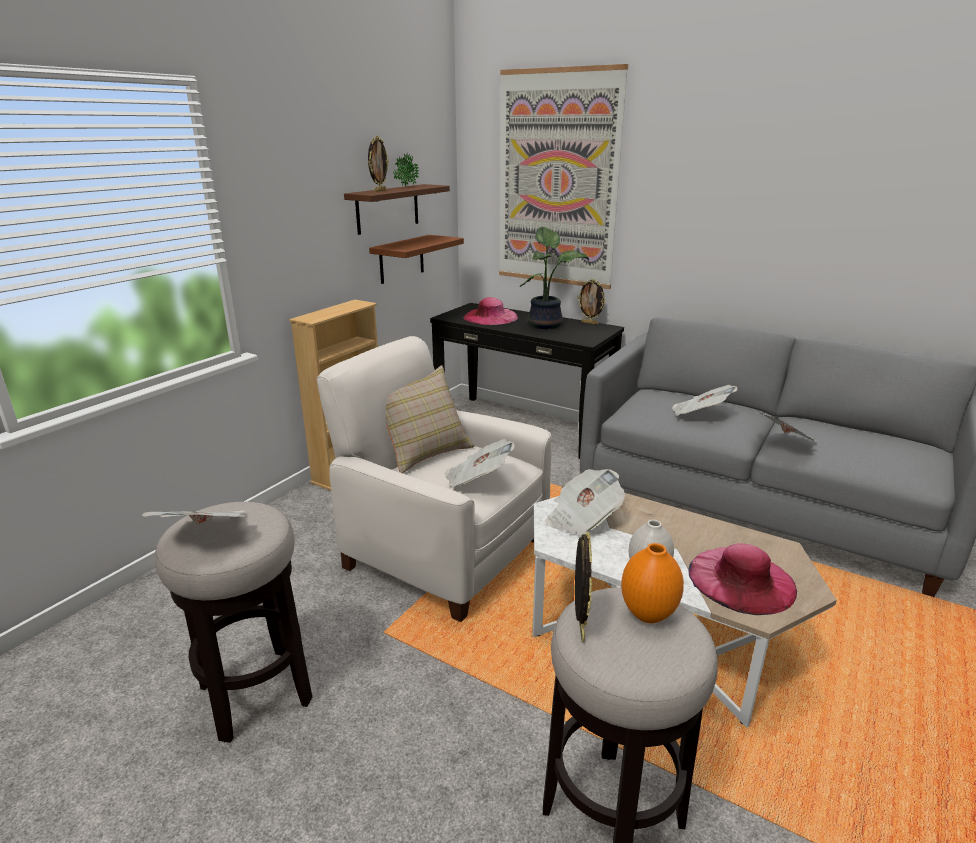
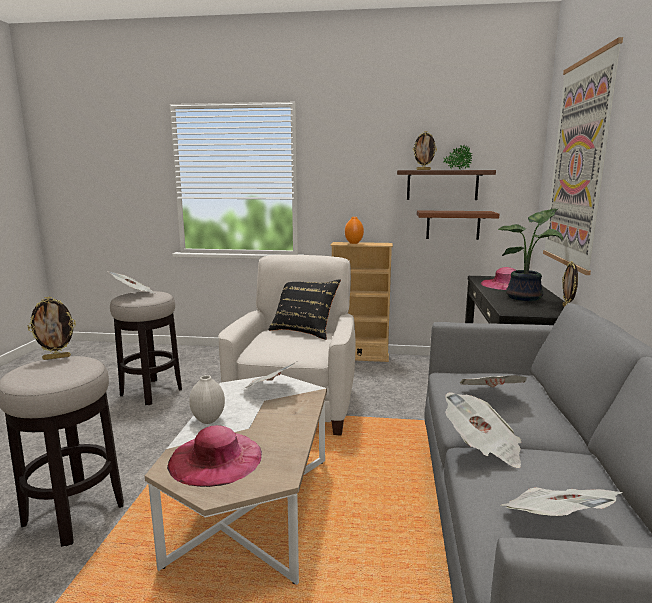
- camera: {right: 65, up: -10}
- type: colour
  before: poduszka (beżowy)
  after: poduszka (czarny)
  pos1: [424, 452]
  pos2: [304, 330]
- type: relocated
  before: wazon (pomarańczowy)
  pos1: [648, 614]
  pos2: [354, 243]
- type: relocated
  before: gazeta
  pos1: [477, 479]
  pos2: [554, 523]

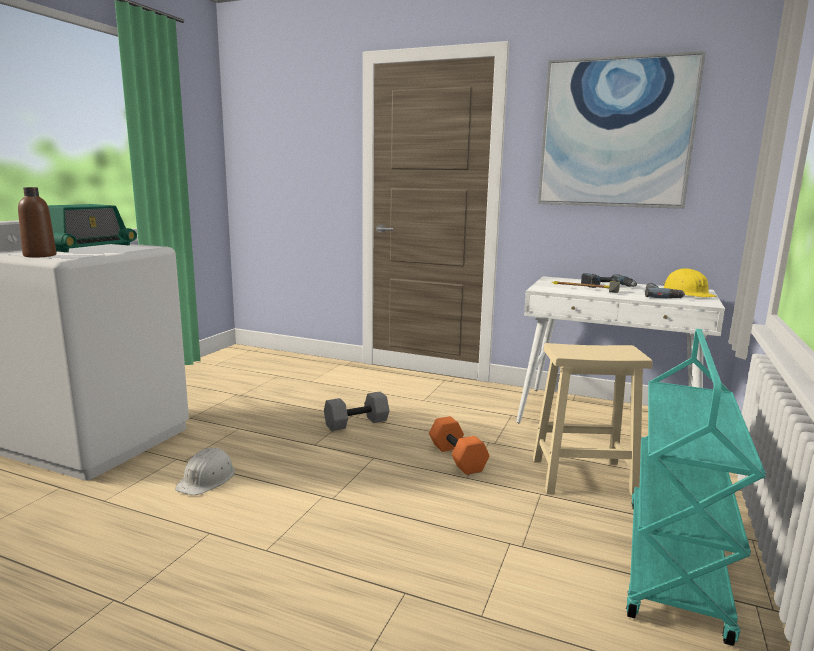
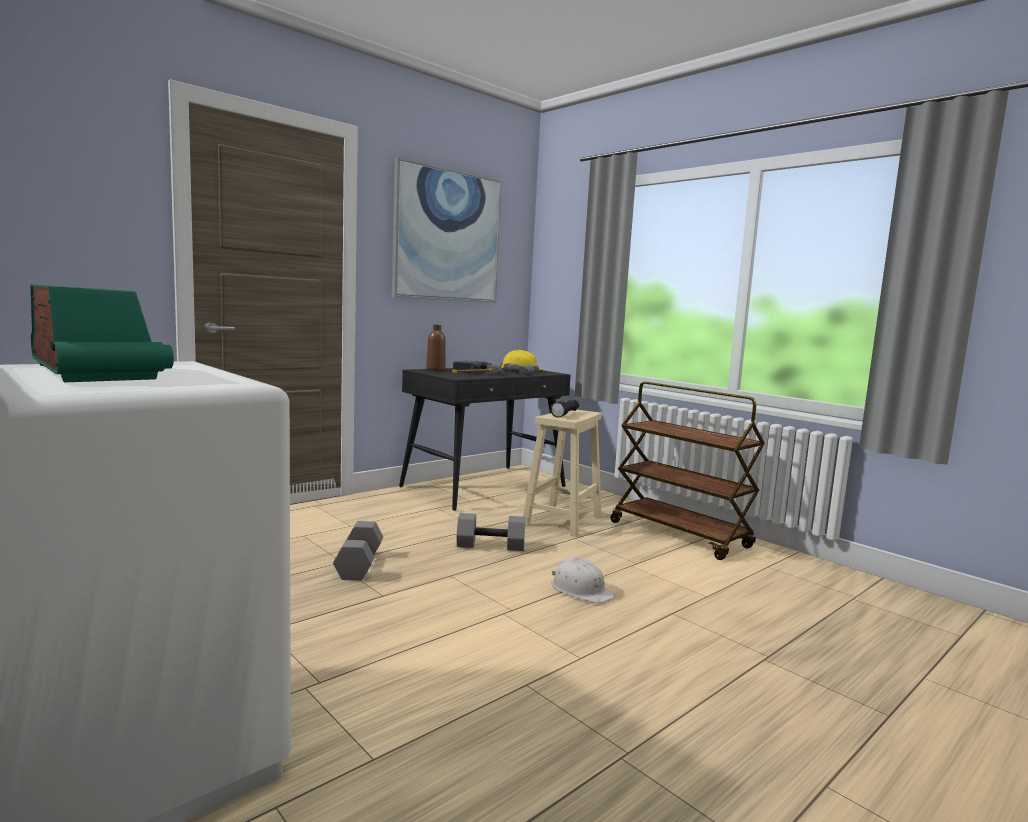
- camera: {right: -65, up: -5}
- type: colour
  before: biurko (biały)
  after: biurko (czarny)
  pos1: [608, 418]
  pos2: [484, 486]
- type: relocated
  before: butelka (brązowy)
  pos1: [40, 255]
  pos2: [435, 369]
- type: colour
  before: hantel (pomarańczowy)
  after: hantel (szary)
  pos1: [458, 458]
  pos2: [491, 545]
- type: appeared
  after: latarka (czarny)
  pos2: [566, 414]
- type: relocated
  before: kask (biały)
  pos1: [207, 479]
  pos2: [581, 590]
- type: colour
  before: wózek (turkusowy)
  after: wózek (brązowy)
  pos1: [675, 567]
  pos2: [680, 535]

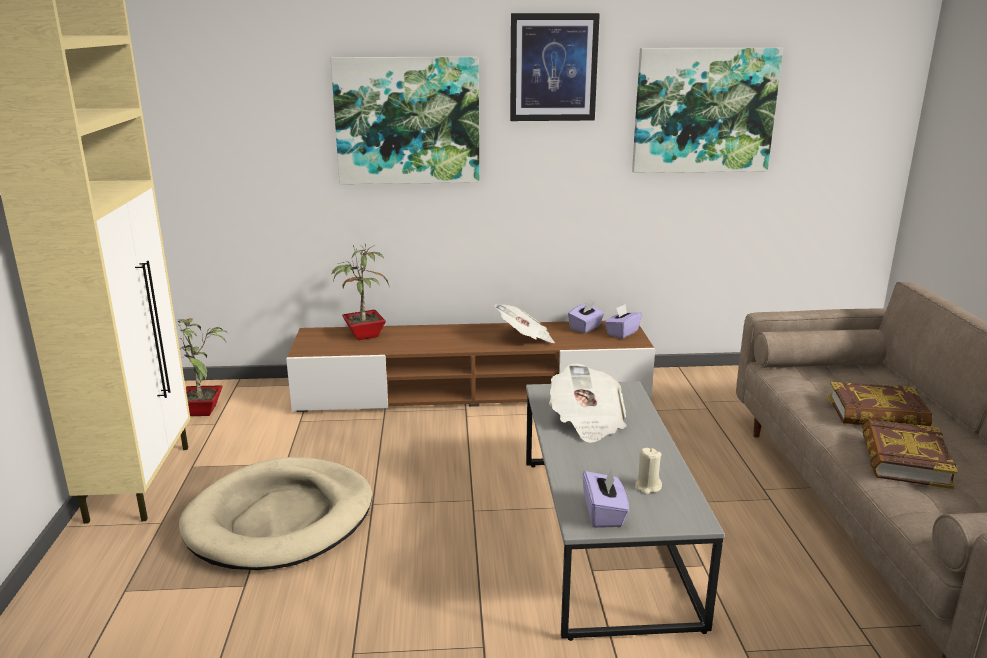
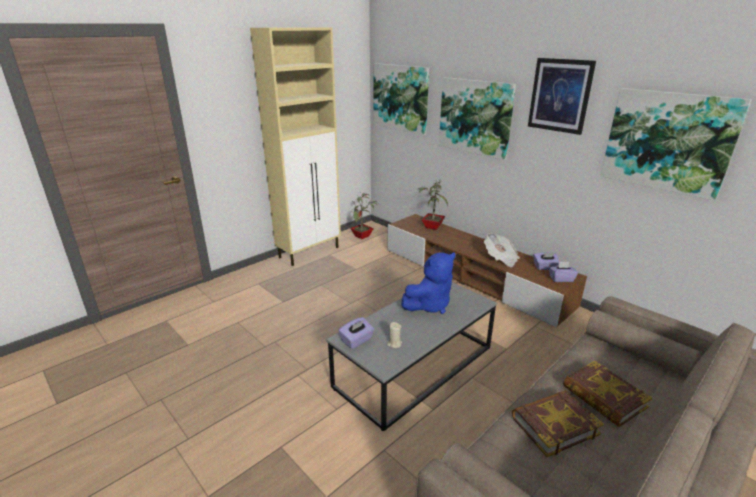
- camera: {right: 50, up: 5}
- type: appeared
  after: obraz
  pos2: [400, 98]
- type: exchanged
  before: gazeta
  after: pluszak (niebieski)
  pos1: [587, 422]
  pos2: [429, 305]
- type: missing
  before: legowisko (beżowy)
  pos1: [281, 519]

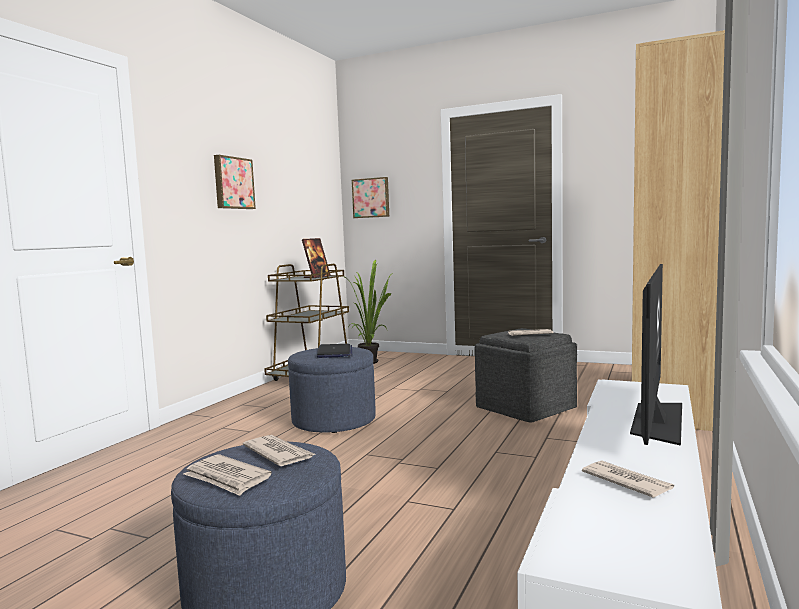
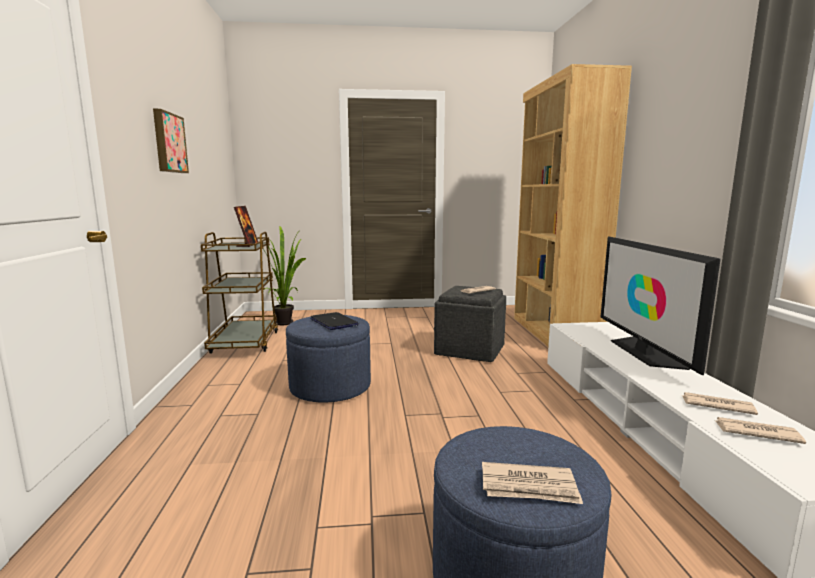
- camera: {right: -30, up: 5}
- type: relocated
  before: gazeta
  pos1: [278, 453]
  pos2: [755, 432]
- type: missing
  before: obraz
  pos1: [371, 198]

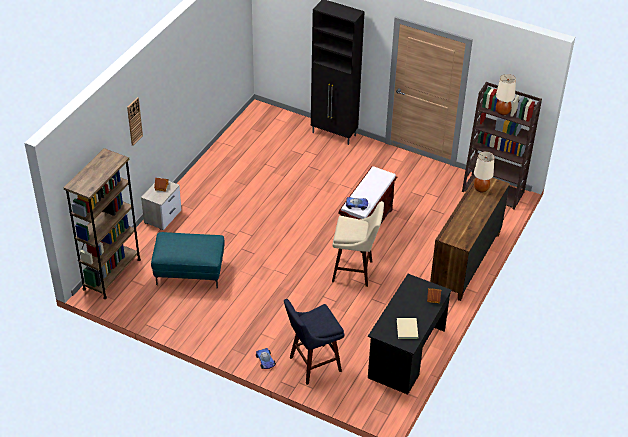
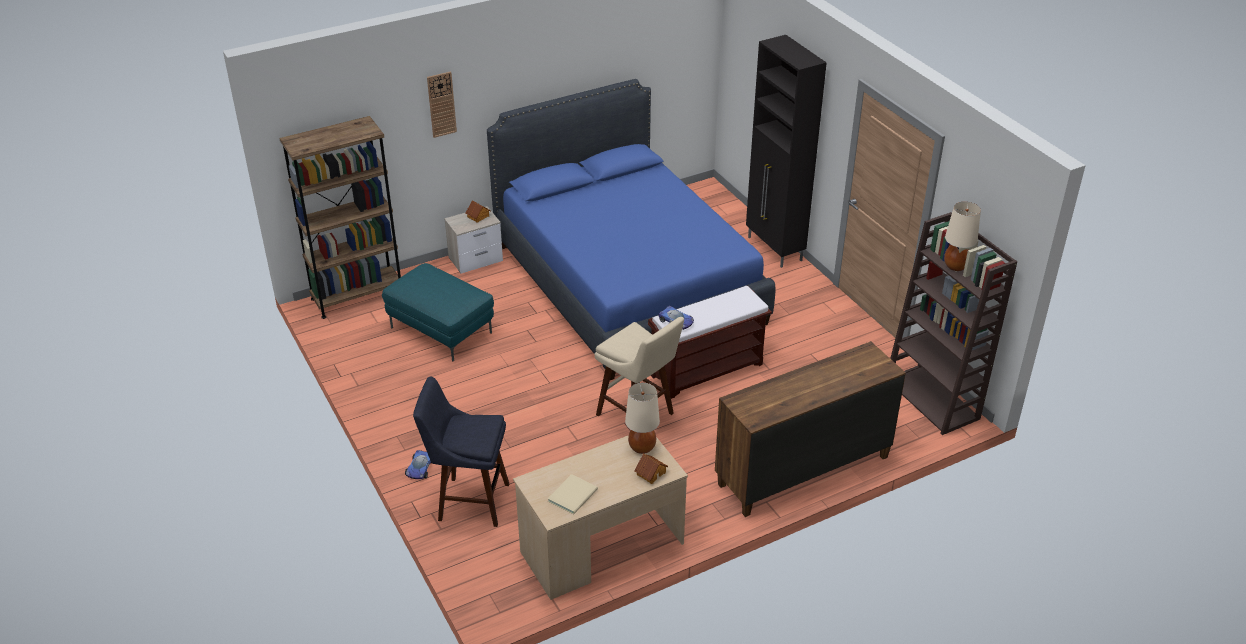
- camera: {right: 35, up: -5}
- type: appeared
  after: łóżko (niebieski)
  pos2: [628, 283]
- type: colour
  before: biurko (czarny)
  after: biurko (beżowy)
  pos1: [406, 354]
  pos2: [601, 548]
- type: relocated
  before: lampa stołowa (beżowy)
  pos1: [481, 189]
  pos2: [642, 447]

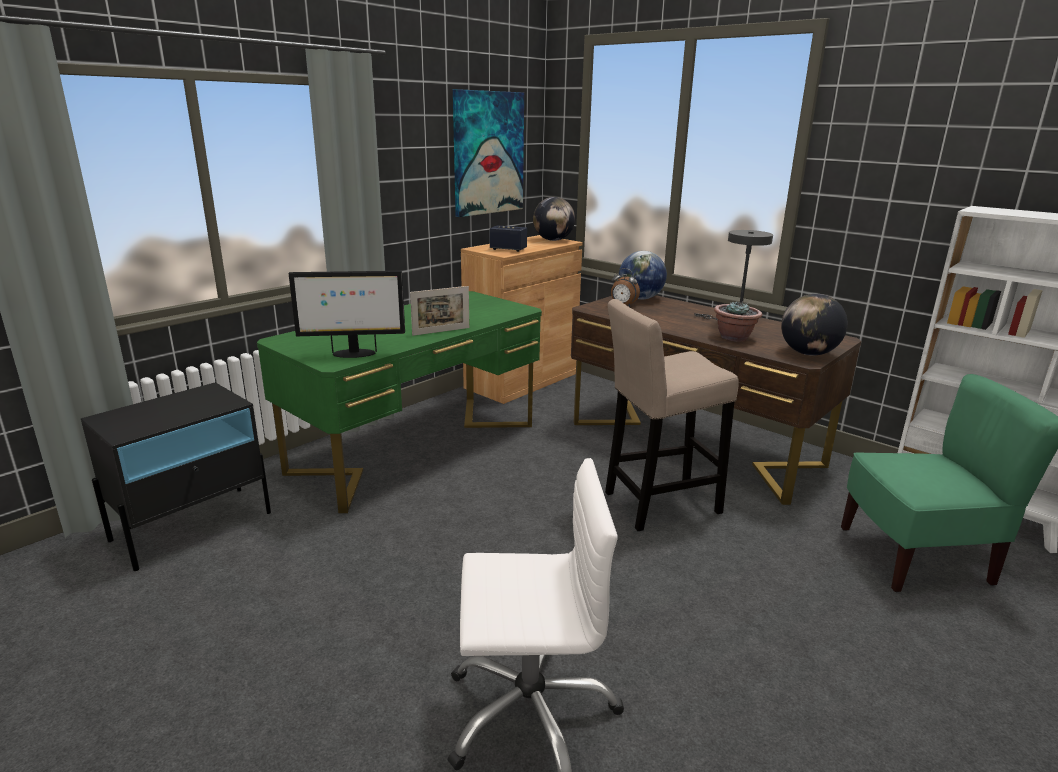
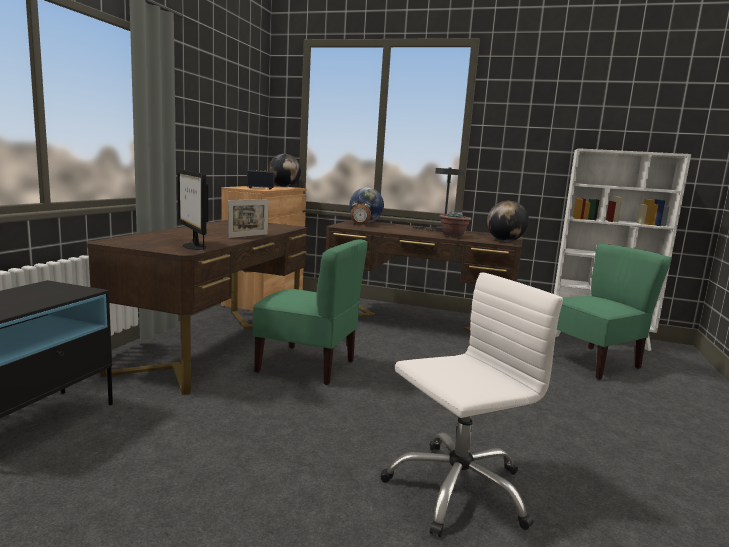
- camera: {right: -25, up: -10}
- type: colour
  before: biurko (zielony)
  after: biurko (brązowy)
  pos1: [417, 448]
  pos2: [215, 345]
- type: spun
  before: monitor
  pos1: [353, 354]
  pos2: [193, 246]
  turn: 90
- type: appeared
  after: krzesło (zielony)
  pos2: [307, 366]
- type: missing
  before: obraz
  pos1: [488, 153]
- type: missing
  before: stołek (beżowy)
  pos1: [656, 504]

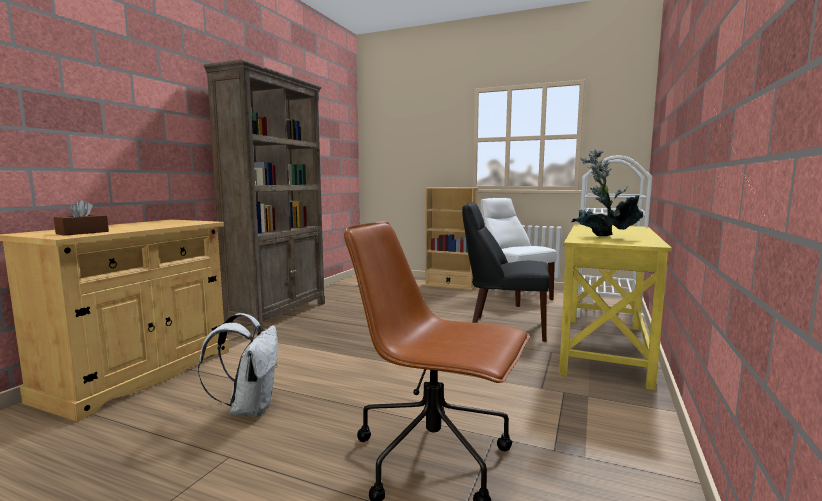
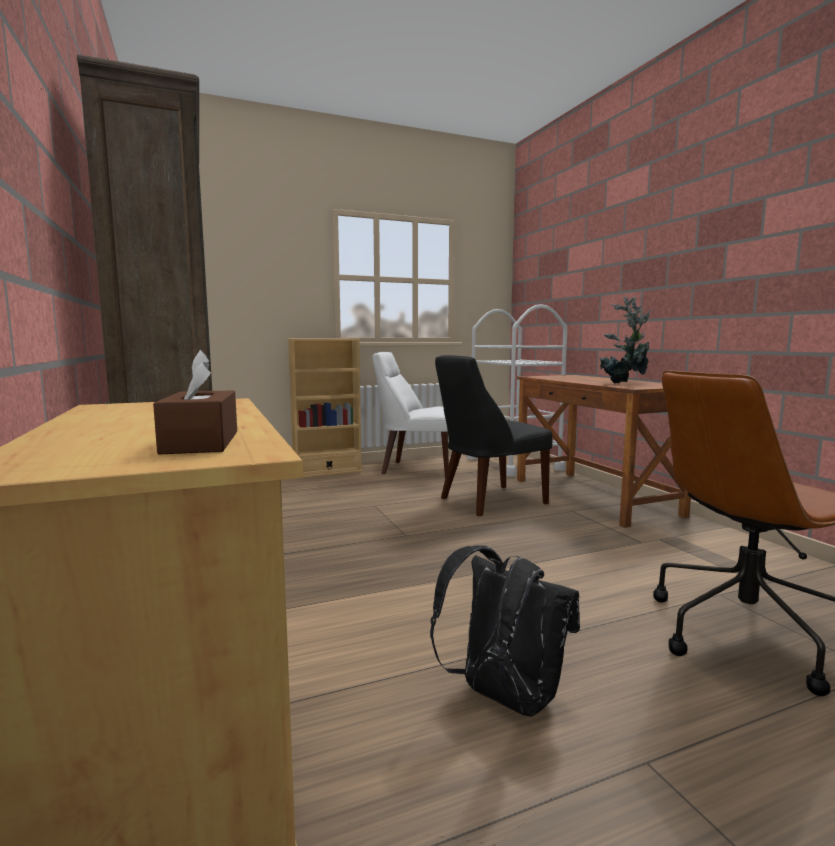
- camera: {right: -45, up: 0}
- type: colour
  before: plecak (biały)
  after: plecak (czarny)
  pos1: [250, 407]
  pos2: [503, 698]
- type: colour
  before: biurko (żółty)
  after: biurko (brązowy)
  pos1: [605, 349]
  pos2: [593, 496]

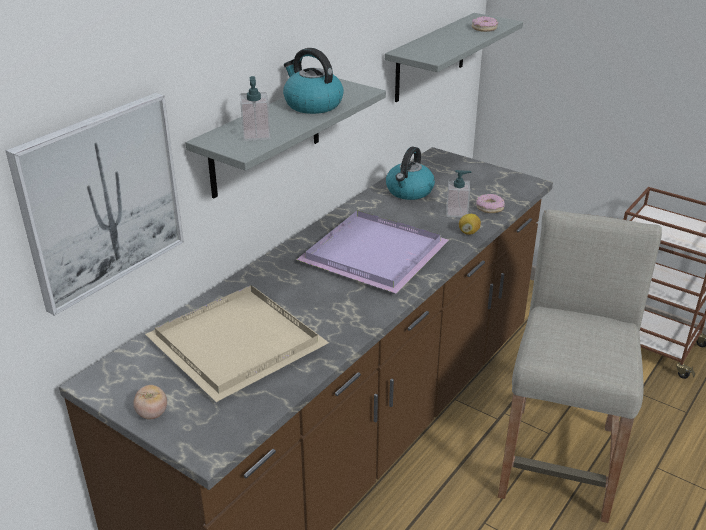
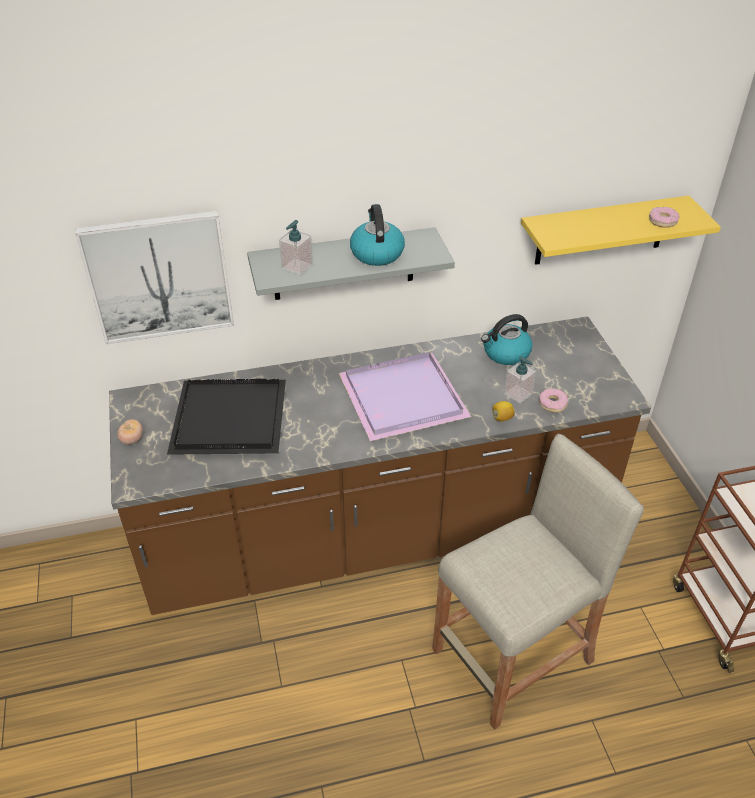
- camera: {right: 40, up: 10}
- type: colour
  before: taca (beżowy)
  after: taca (czarny)
  pos1: [236, 345]
  pos2: [227, 420]
- type: colour
  before: półka (szary)
  after: półka (żółty)
  pos1: [431, 57]
  pos2: [601, 231]

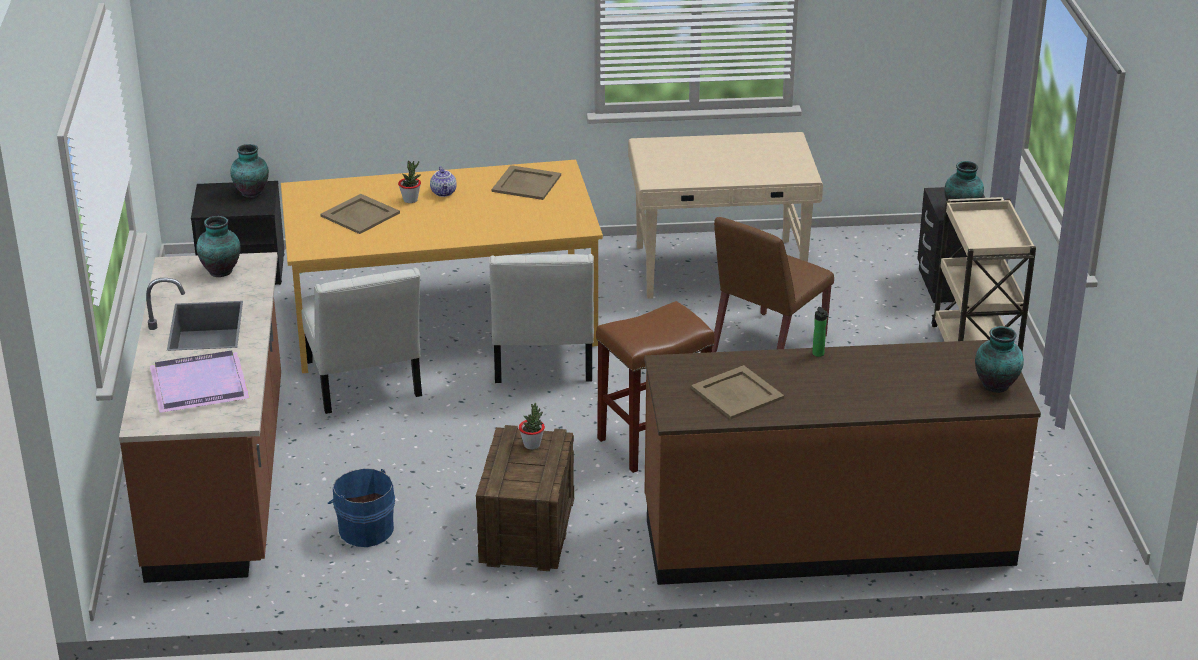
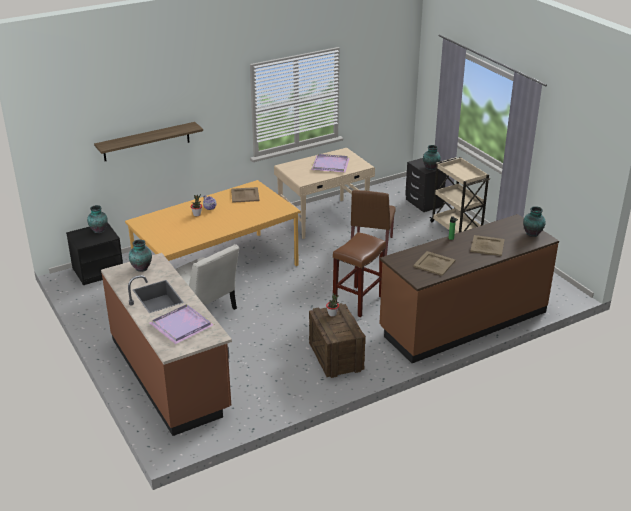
- camera: {right: -25, up: 0}
- type: appeared
  after: półka
  pos2: [146, 141]
- type: appeared
  after: taca (fioletowy)
  pos2: [331, 164]
- type: relocated
  before: taca (beżowy)
  pos1: [360, 214]
  pos2: [487, 245]
- type: missing
  before: wiadro (niebieski)
  pos1: [364, 529]
- type: missing
  before: krzesło (biały)
  pos1: [542, 360]

